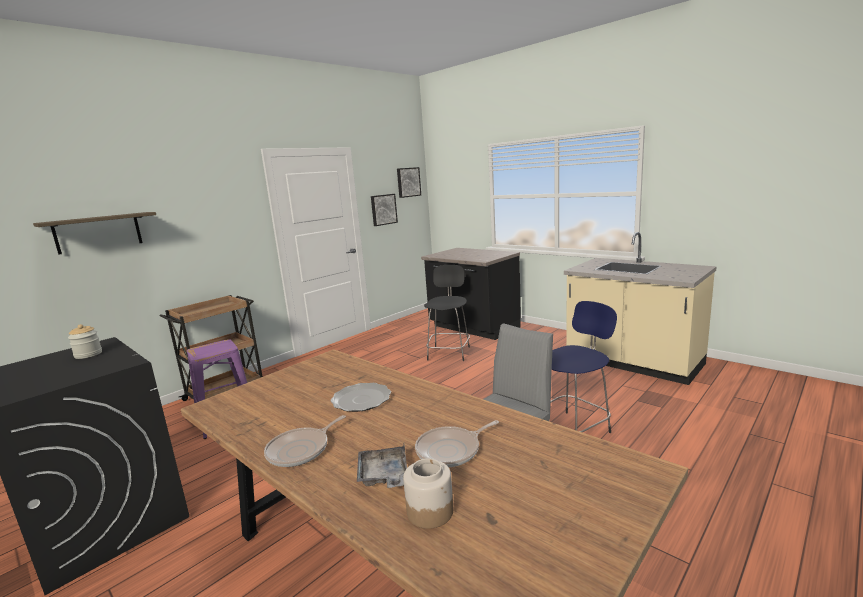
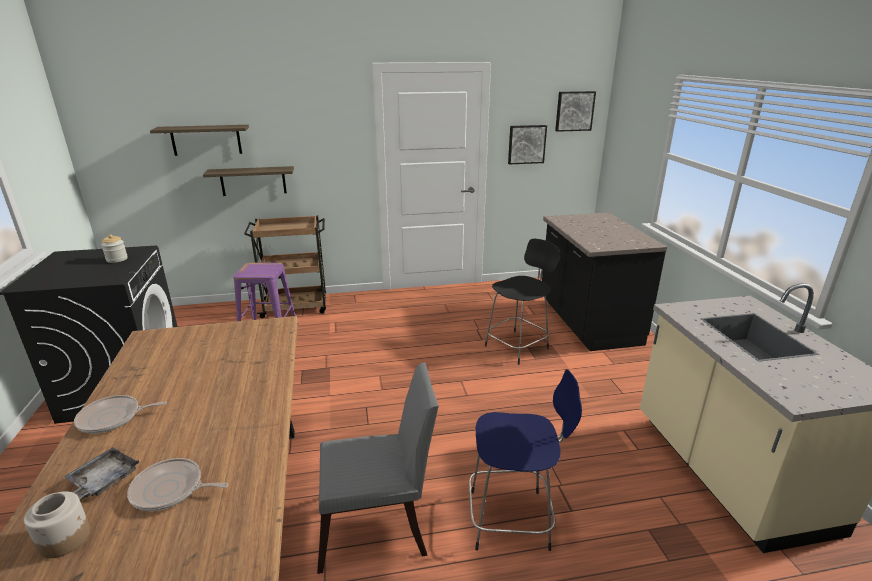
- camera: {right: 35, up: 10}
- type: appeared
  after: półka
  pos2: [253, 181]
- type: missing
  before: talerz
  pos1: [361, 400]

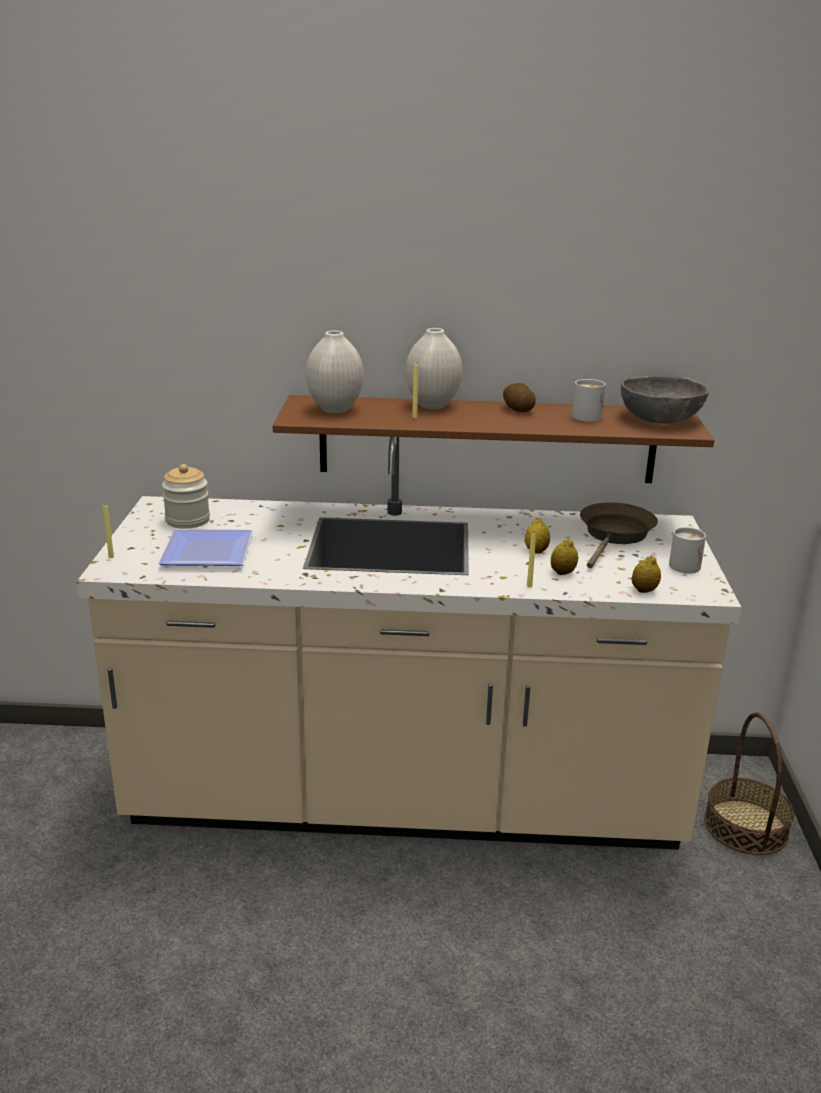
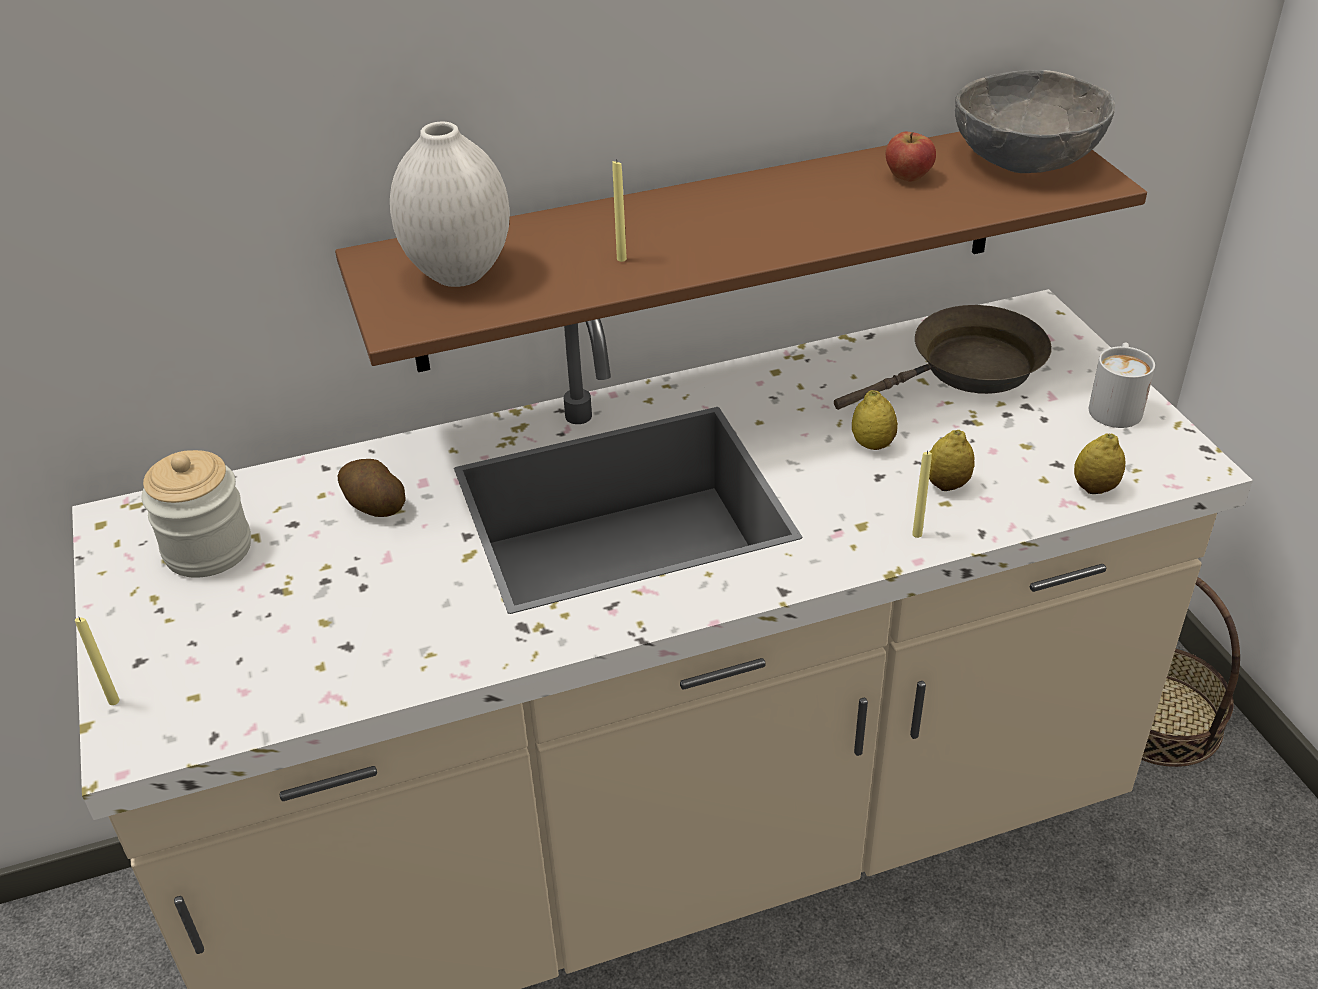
- camera: {right: -20, up: 15}
- type: relocated
  before: ziemniak
  pos1: [517, 409]
  pos2: [374, 505]
- type: spun
  before: patelnia (brązowy)
  pos1: [615, 535]
  pos2: [968, 369]
  turn: 60
- type: exchanged
  before: kubek (biały)
  after: jabłko
  pos1: [588, 415]
  pos2: [908, 177]
- type: missing
  before: talerz
  pos1: [205, 551]
- type: missing
  before: wazon (biały)
  pos1: [432, 406]

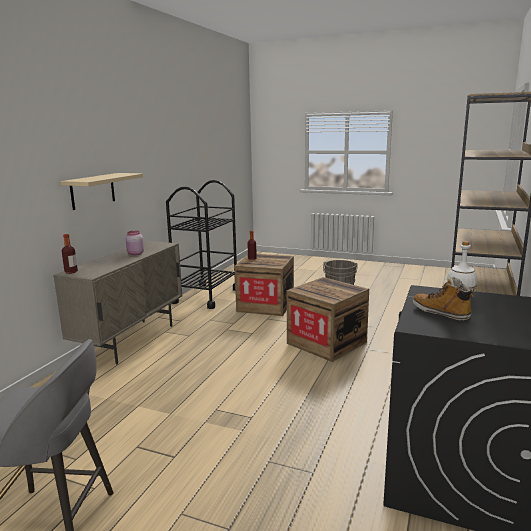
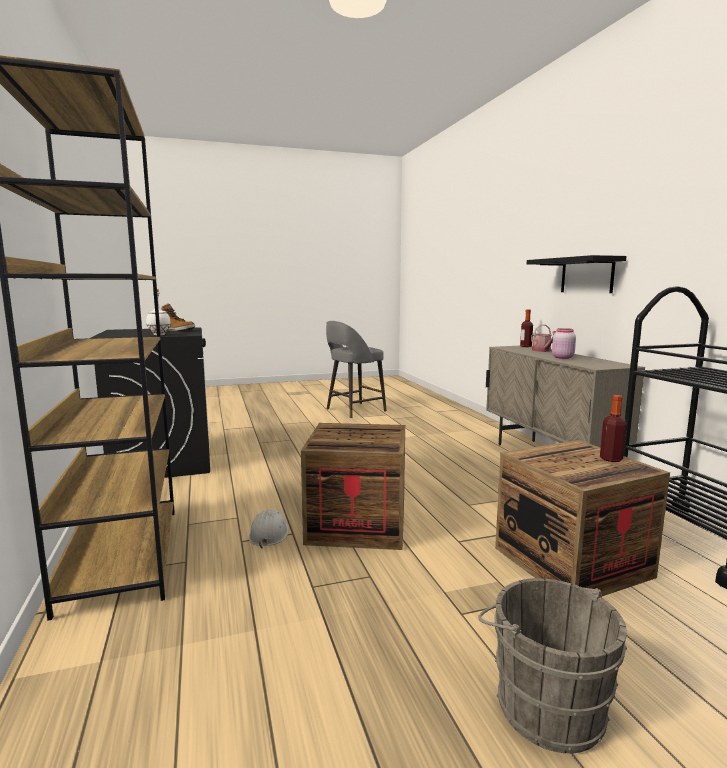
- camera: {right: 140, up: -5}
- type: appeared
  after: kask (biały)
  pos2: [269, 534]
- type: colour
  before: półka (beżowy)
  after: półka (czarny)
  pos1: [93, 191]
  pos2: [587, 275]
- type: appeared
  after: konewka
  pos2: [543, 351]

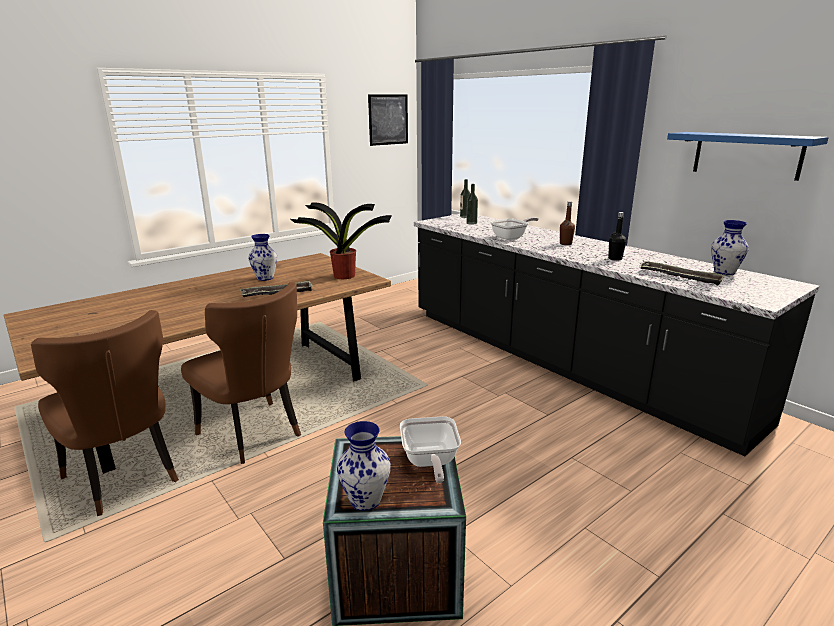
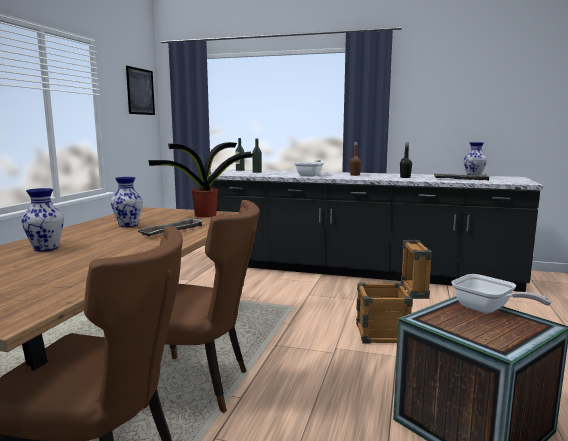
- camera: {right: -35, up: -10}
- type: relocated
  before: wazon
  pos1: [365, 501]
  pos2: [46, 248]
- type: appeared
  after: skrzynka
  pos2: [390, 333]
- type: missing
  before: półka (niebieski)
  pos1: [746, 155]

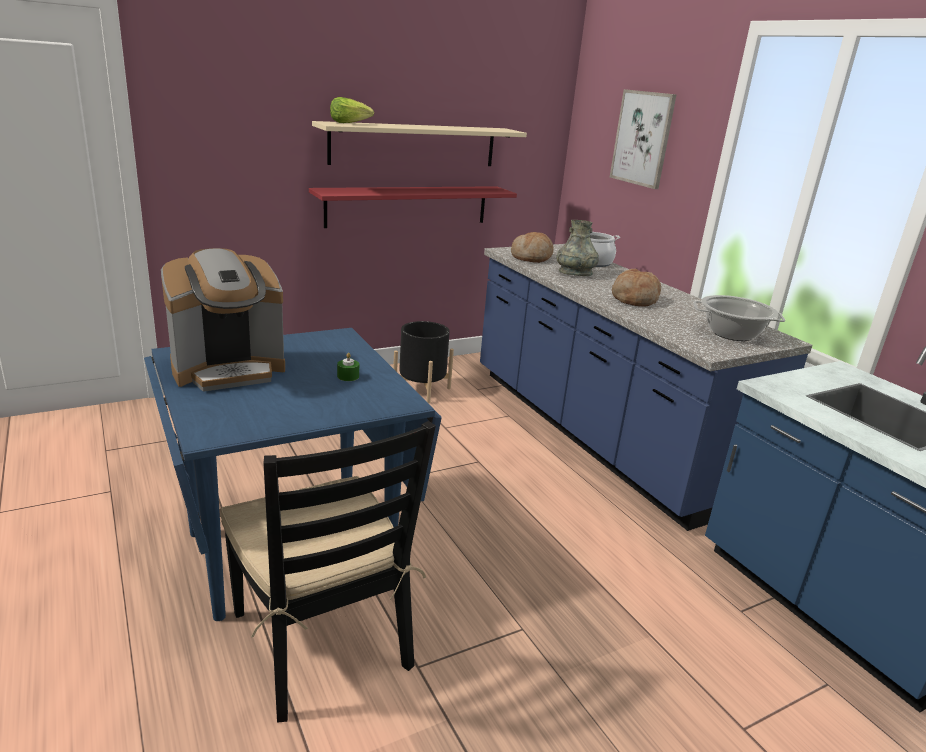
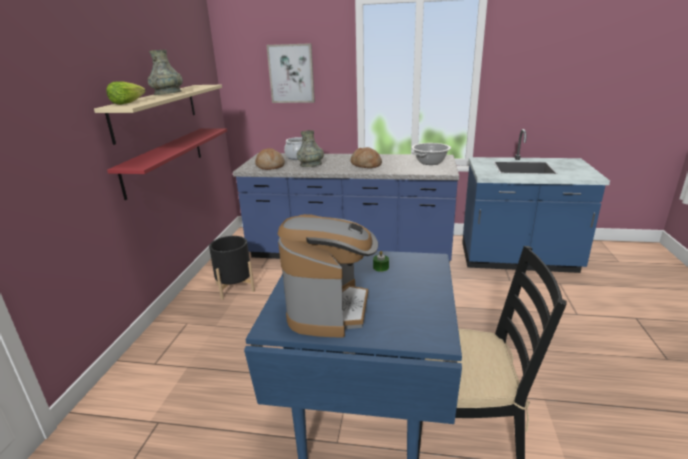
- camera: {right: -50, up: 0}
- type: appeared
  after: wazon (szary)
  pos2: [168, 93]

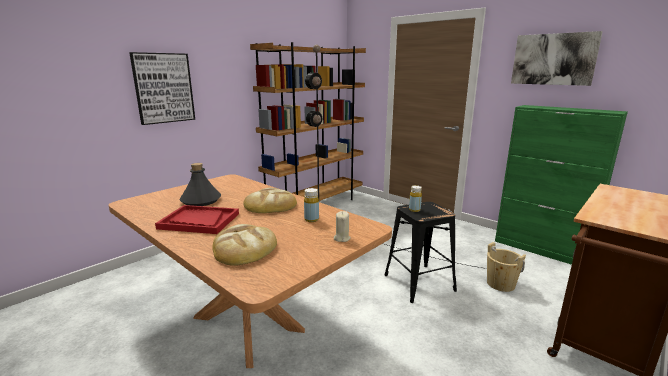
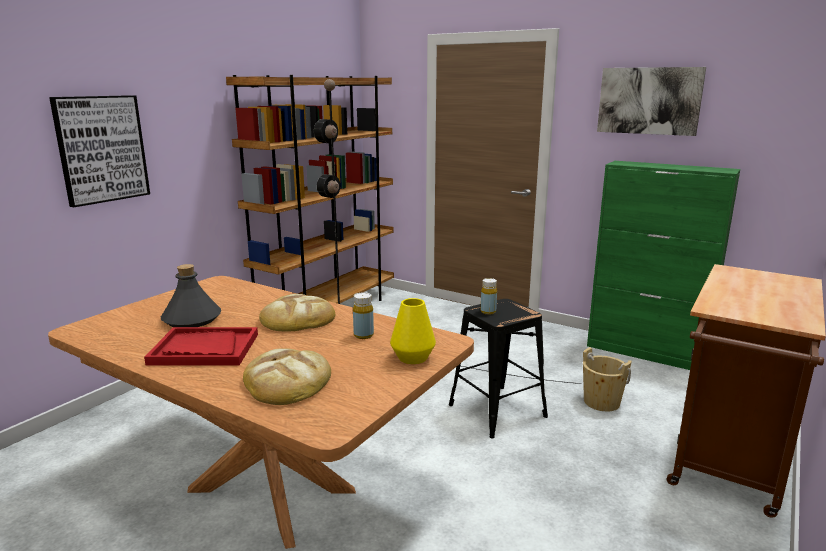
- camera: {right: -10, up: 0}
- type: exchanged
  before: świeca (beżowy)
  after: wazon (żółty)
  pos1: [341, 238]
  pos2: [413, 357]

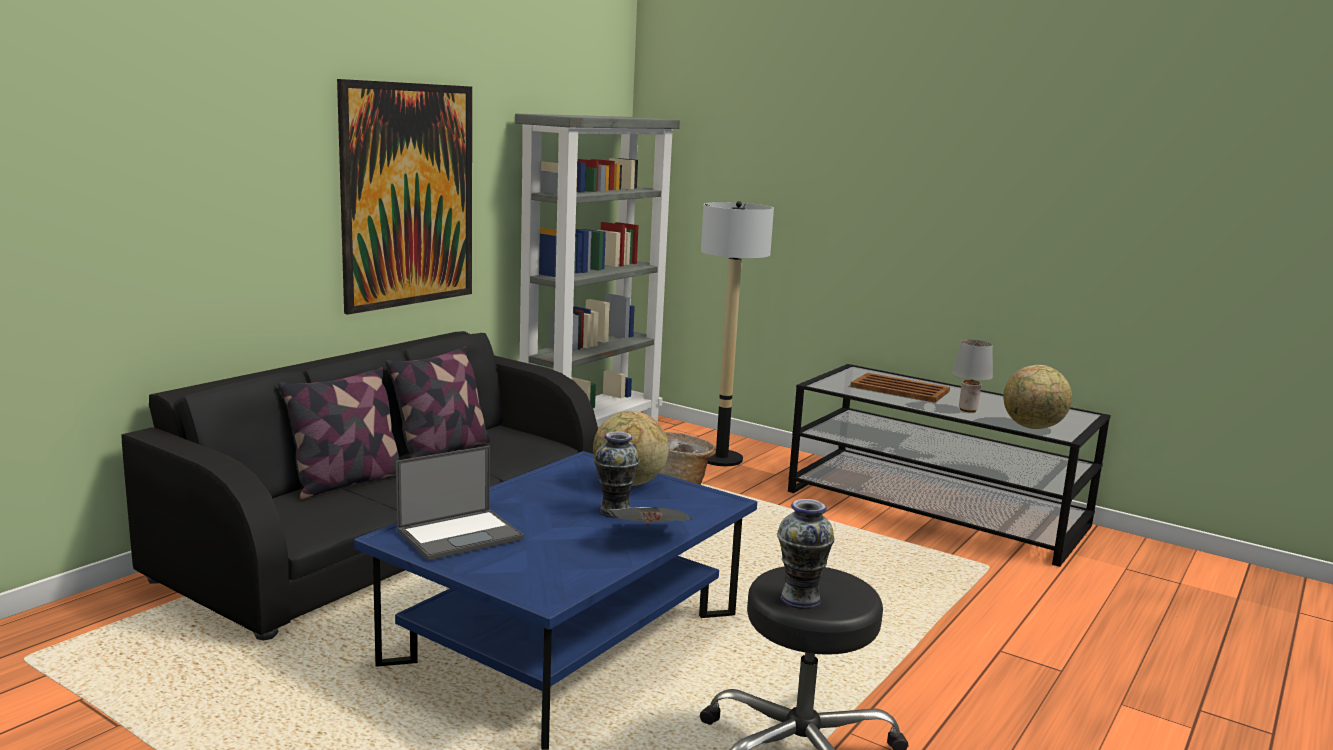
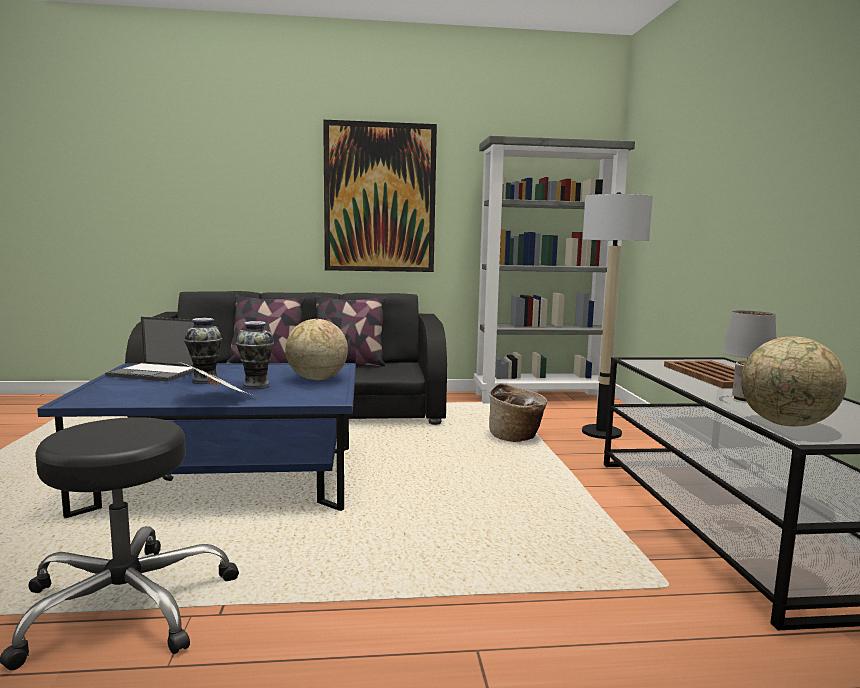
- camera: {right: 50, up: -5}
- type: relocated
  before: wazon
  pos1: [801, 599]
  pos2: [205, 381]

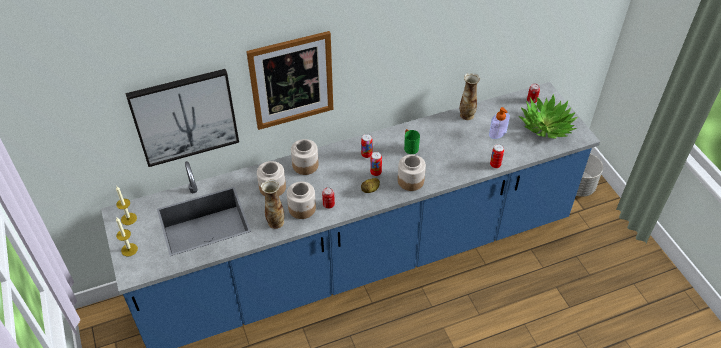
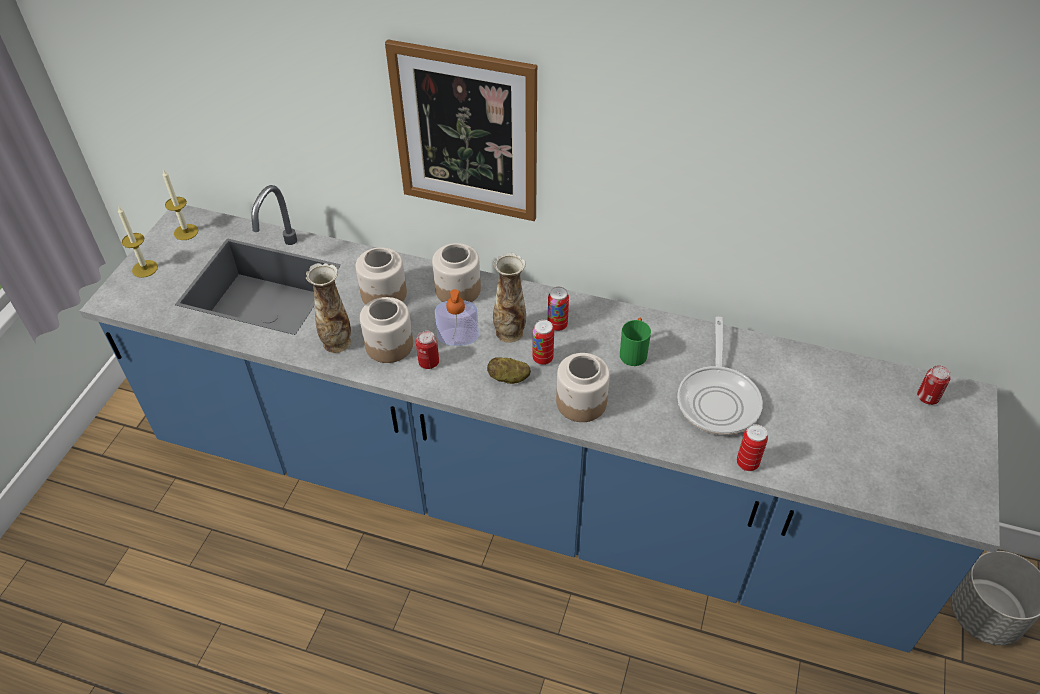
- camera: {right: 40, up: 0}
- type: relocated
  before: dozownik mydła
  pos1: [497, 133]
  pos2: [458, 337]
- type: relocated
  before: wazon
  pos1: [466, 115]
  pos2: [510, 332]
- type: appeared
  after: patelnia
  pos2: [718, 399]
- type: missing
  before: obraz
  pos1: [185, 117]
- type: missing
  before: roślina doniczkowa
  pos1: [546, 126]

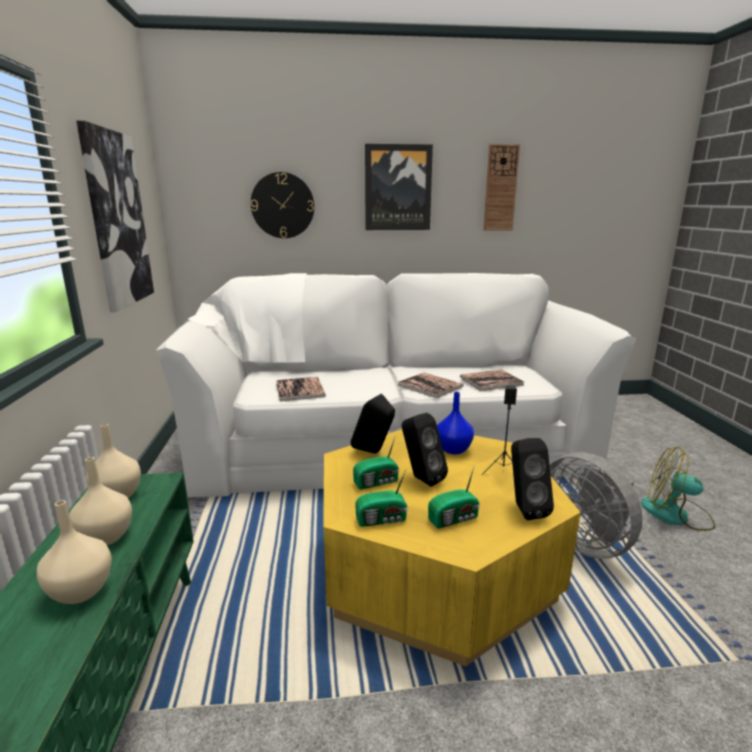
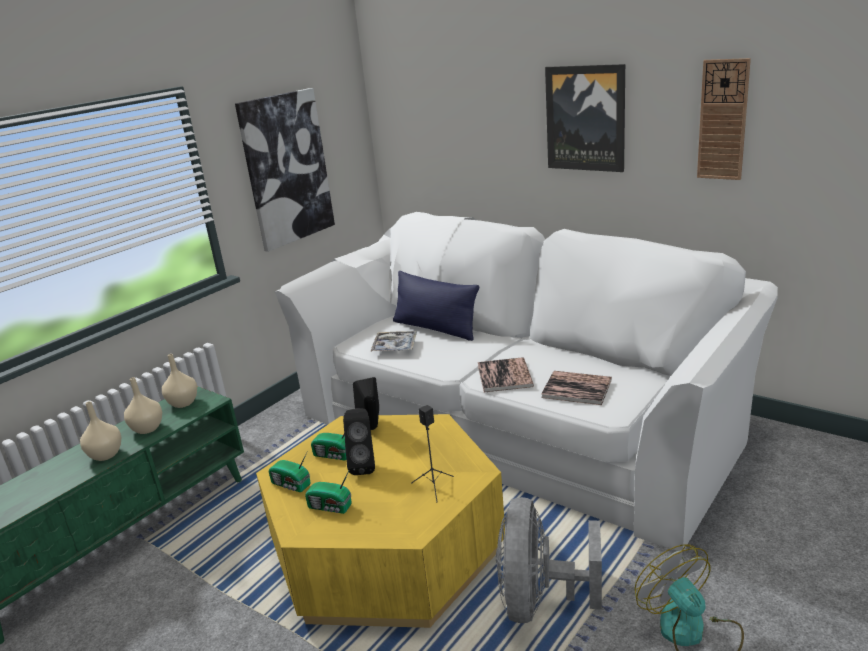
- camera: {right: 45, up: 5}
- type: exchanged
  before: książka
  after: taca
  pos1: [300, 390]
  pos2: [395, 346]
- type: appeared
  after: poduszka (niebieski)
  pos2: [435, 328]
- type: missing
  before: zegar ścienny
  pos1: [282, 205]
- type: missing
  before: wazon (niebieski)
  pos1: [453, 450]
- type: missing
  before: głośnik (czarny)
  pos1: [524, 509]

